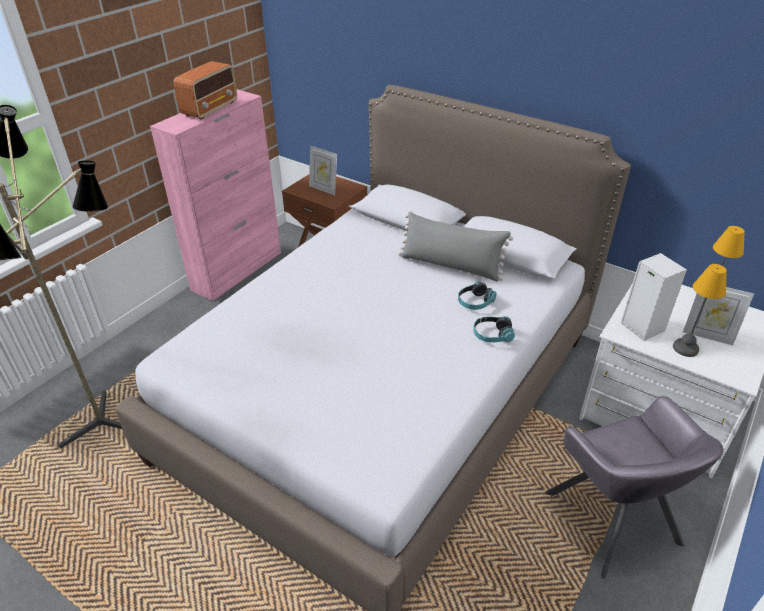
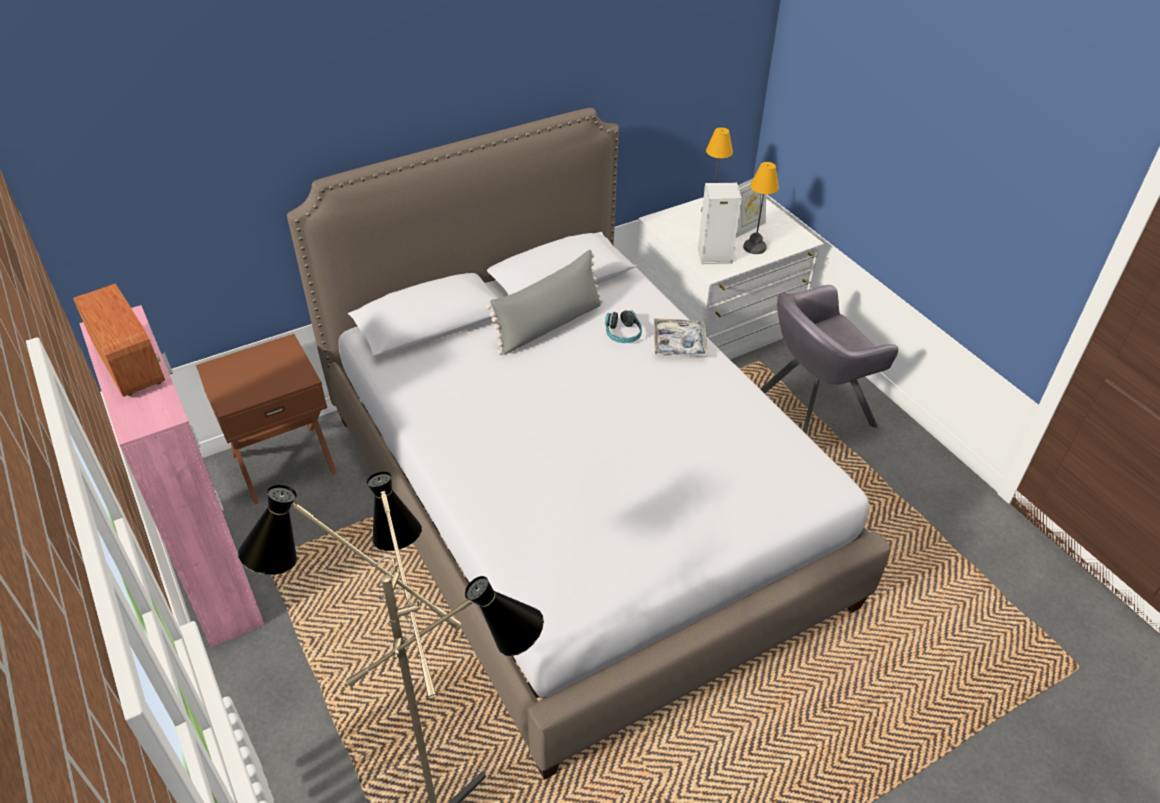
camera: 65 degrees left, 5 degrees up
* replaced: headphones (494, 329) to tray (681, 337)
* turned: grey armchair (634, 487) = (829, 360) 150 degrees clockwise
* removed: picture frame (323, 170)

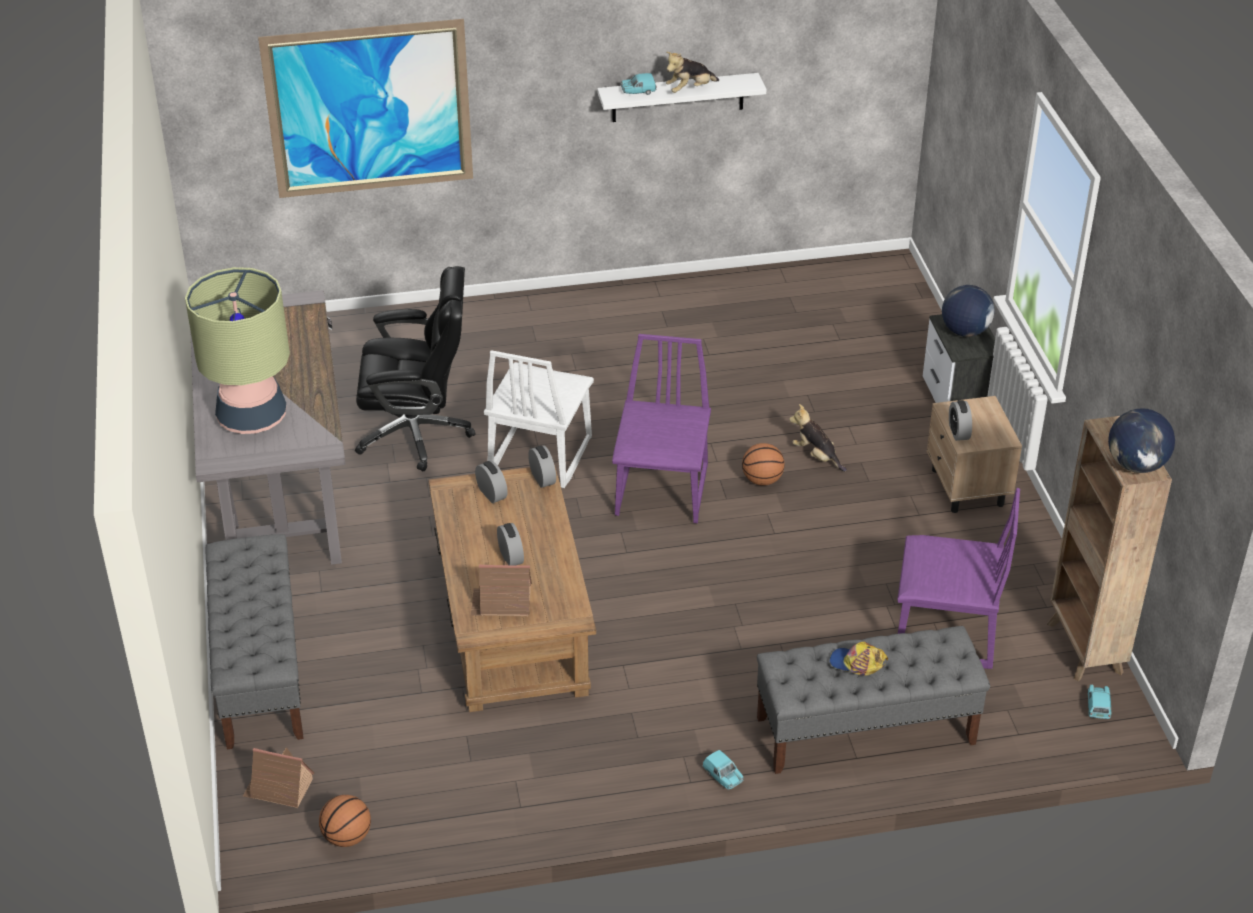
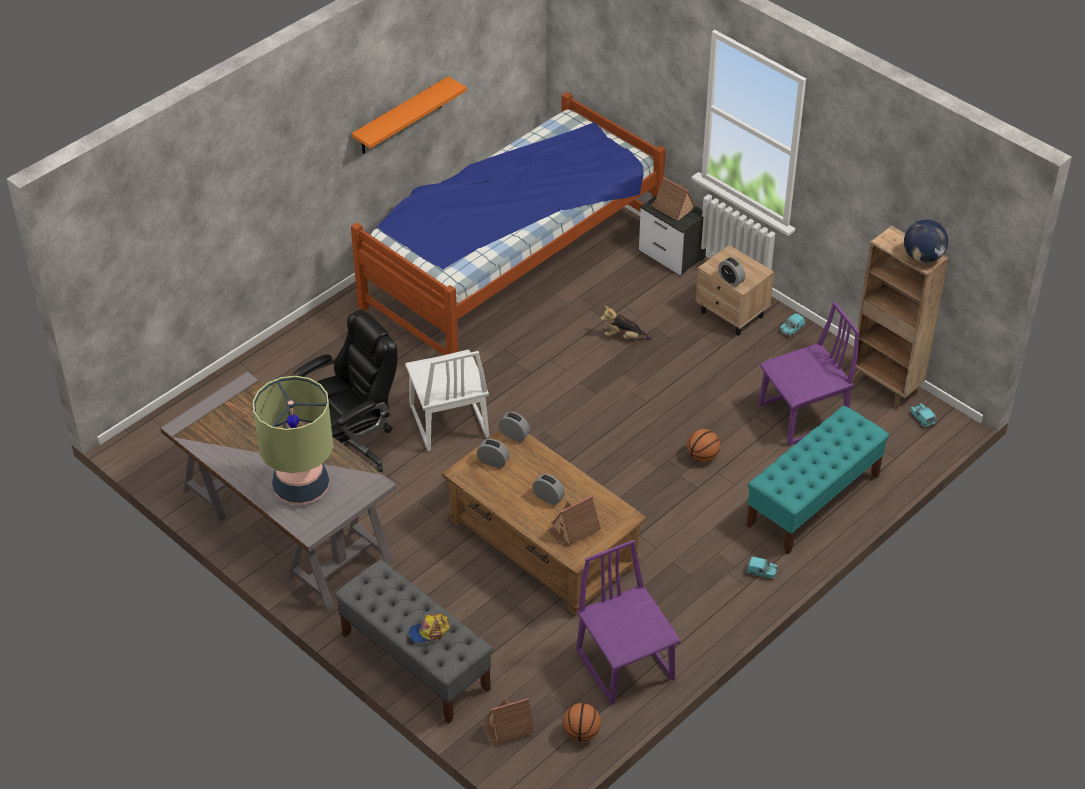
camera: 35 degrees left, 5 degrees up
* added: bed (508, 223)
* recoloured: white shelf (681, 97) to orange shelf (409, 115)
* moved: cap (859, 658) to (429, 628)
* moved: purple chair (661, 428) to (628, 622)
* replaced: globe (968, 311) to toy house (672, 199)
* moved: basketball (763, 464) to (703, 445)
* recoloured: grey bench (873, 700) to turquoise bench (818, 479)
* moved: turquoise toy car (638, 84) to (792, 324)
* removed: picture (365, 108)
* removed: plush toy (692, 72)

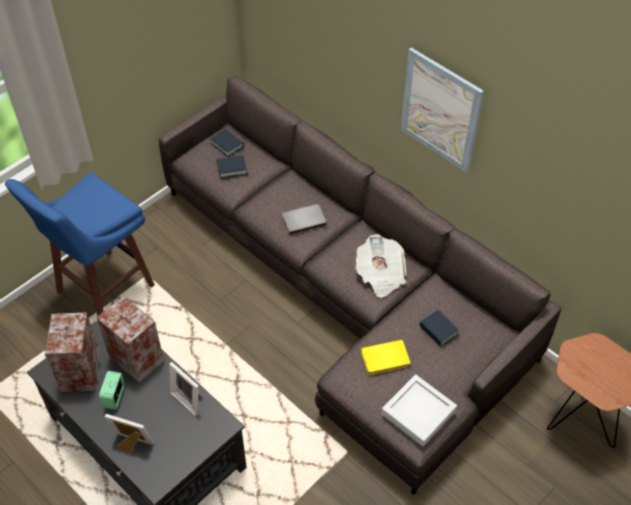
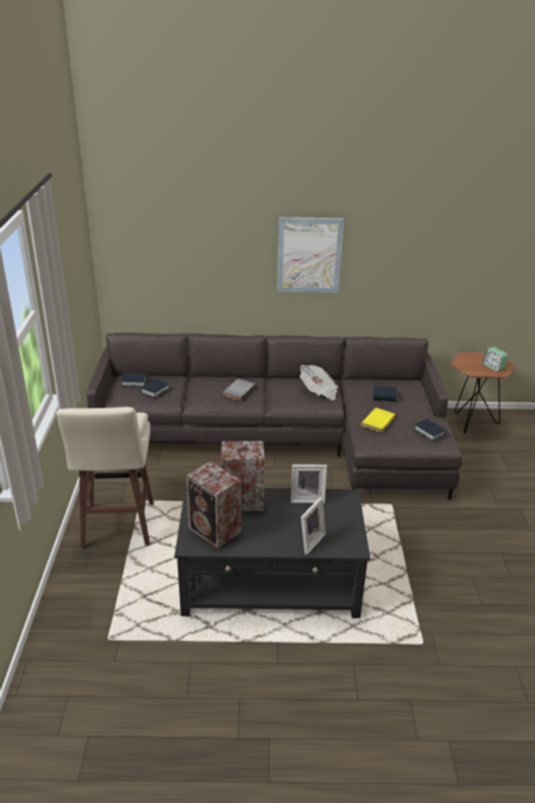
camera: 45 degrees left, 20 degrees down
* recoloured: blue stool (80, 244) to beige stool (105, 477)
* turned: picture frame (129, 433) = (313, 526) 150 degrees clockwise
* replaced: grey tray (419, 410) to book (430, 430)
* moved: alarm clock (111, 390) to (495, 359)

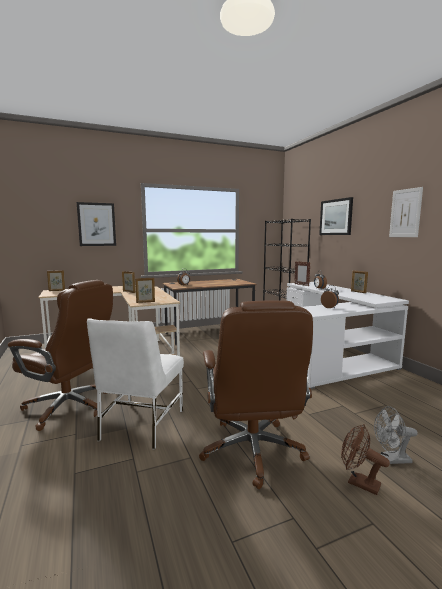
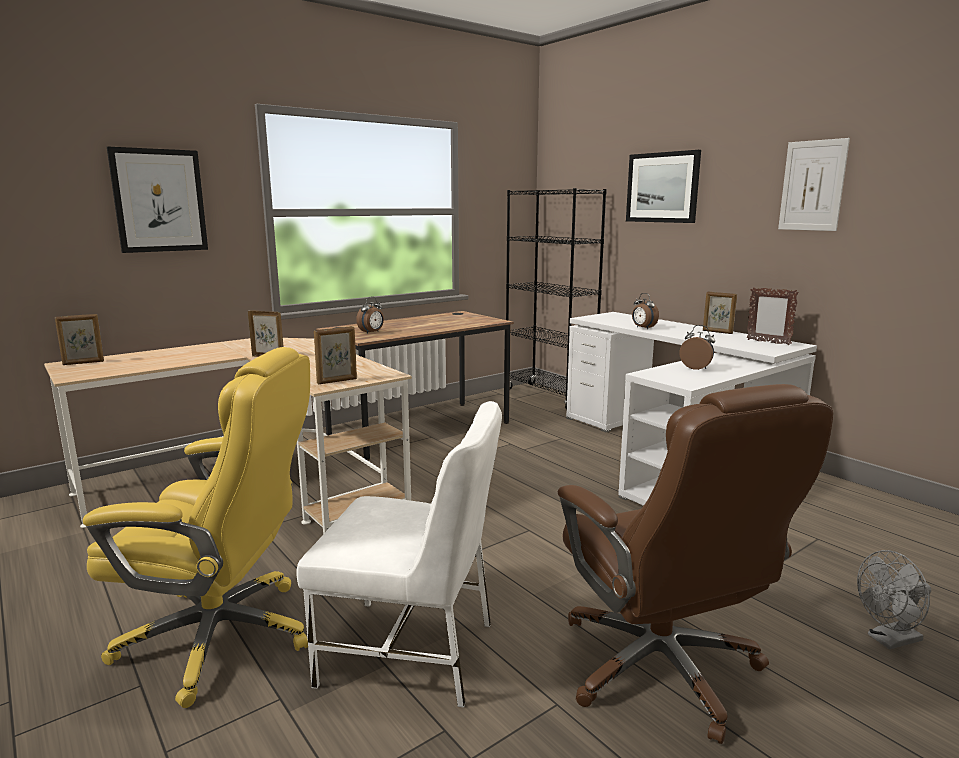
camera: 15 degrees left, 5 degrees up
* recoloured: brown office chair (60, 355) to yellow office chair (196, 527)
* turned: white chair (135, 384) = (399, 554) 75 degrees counterclockwise
* moved: picture frame (303, 274) to (772, 316)
* removed: brown fan (365, 459)

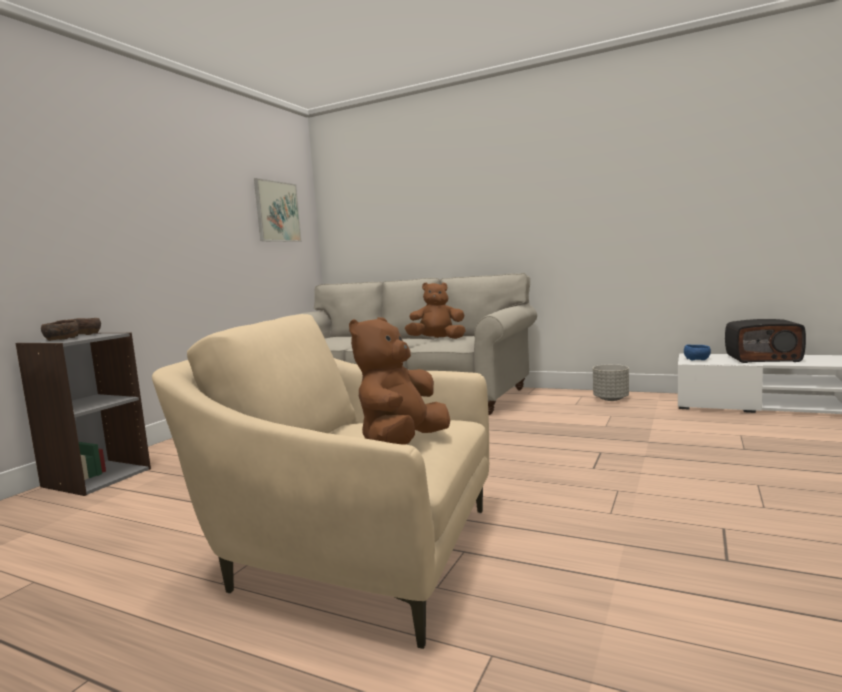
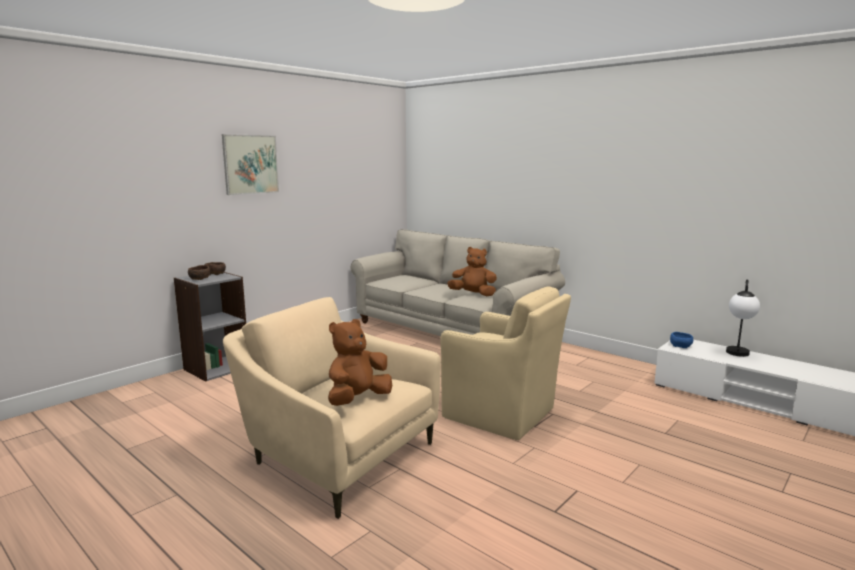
camera: 15 degrees right, 5 degrees up
* moved: picture (278, 210) to (250, 164)
* added: beige armchair (505, 363)
* replaced: radio (765, 341) to table lamp (743, 318)
* removed: grey planter (611, 382)

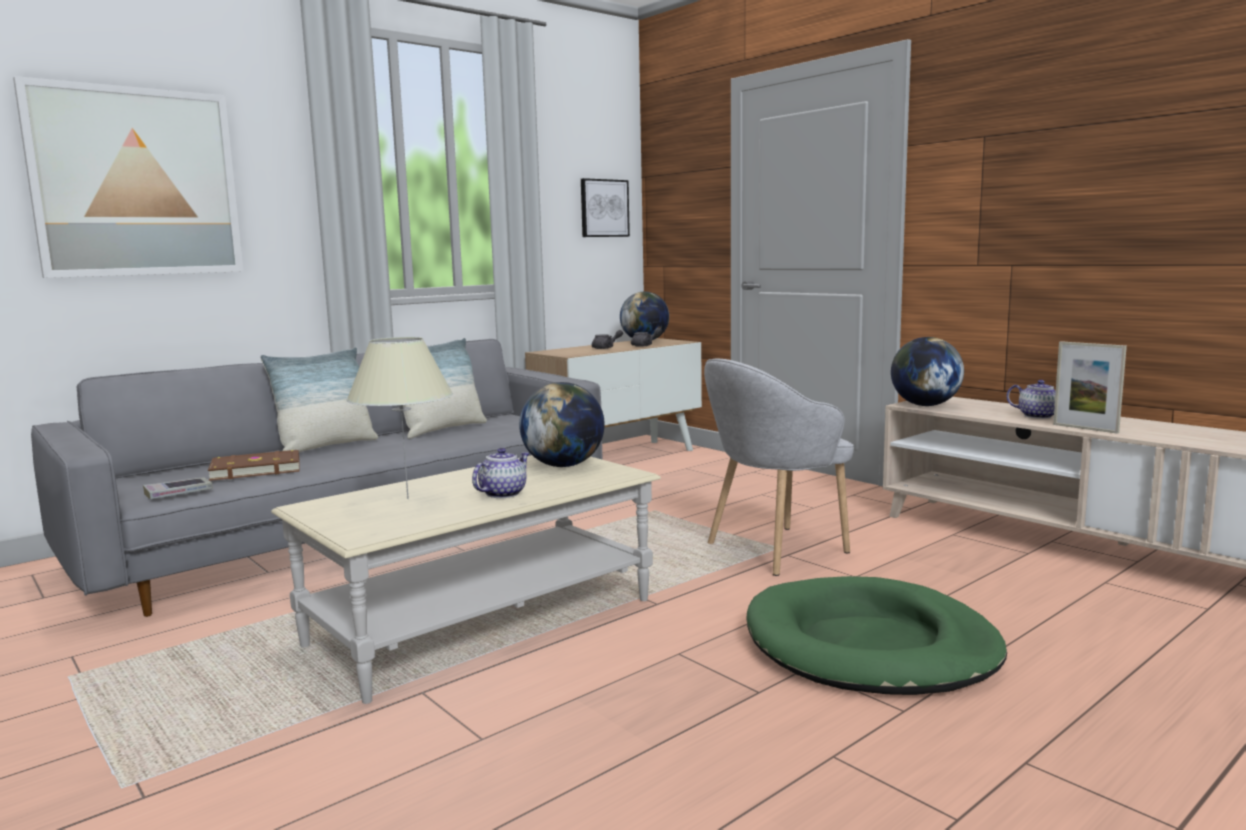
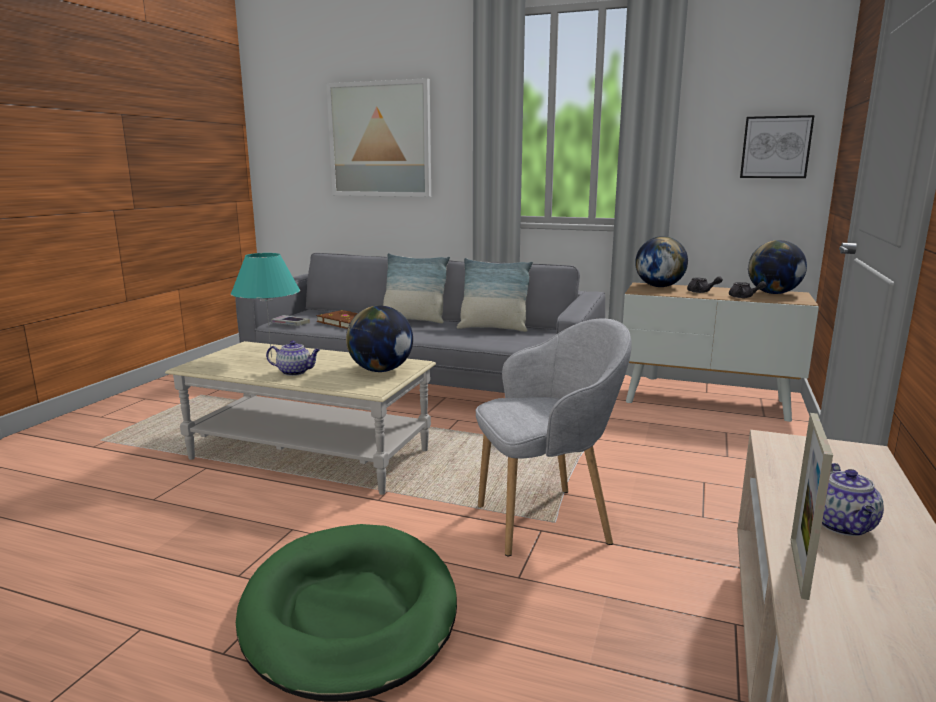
camera: 60 degrees right, 5 degrees up
* recoloured: beige table lamp (399, 418) to turquoise table lamp (265, 305)
* turned: grey armchair (779, 467) = (554, 437) 135 degrees clockwise
* moved: globe (927, 371) to (661, 261)

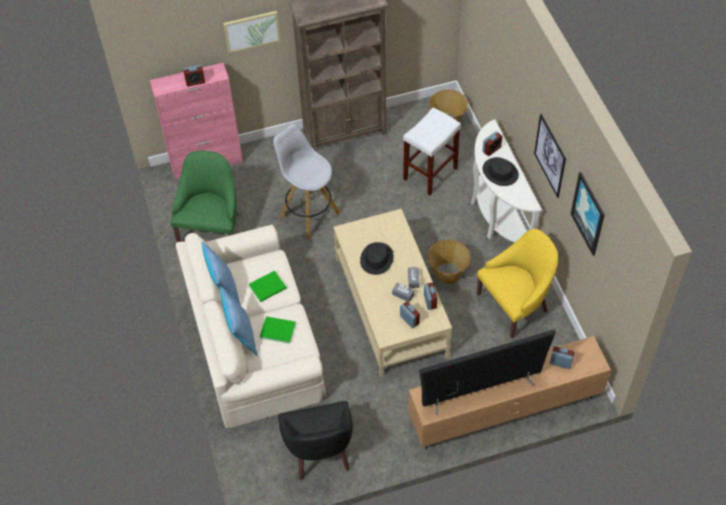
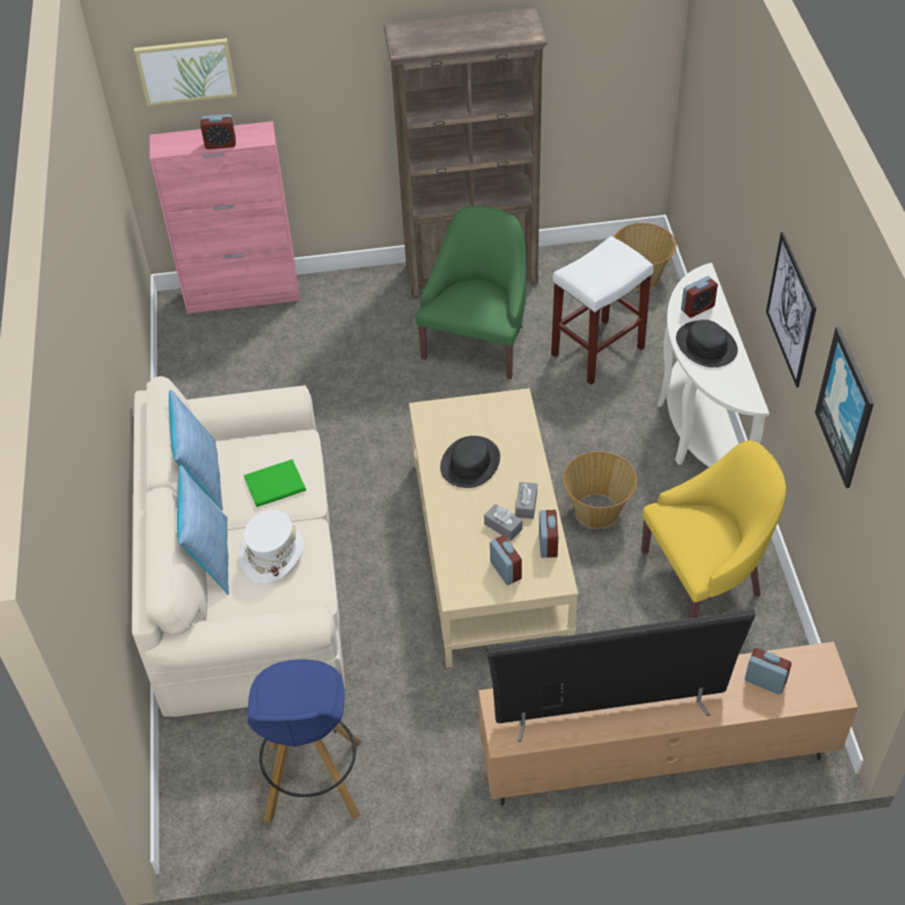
camera: 10 degrees right, 5 degrees down
* moved: picture (251, 32) to (185, 72)
* replaced: green book (278, 330) to white hat (272, 547)
* replaced: black armchair (315, 440) to blue stool (304, 741)
* moved: green armchair (204, 196) to (471, 292)
* removed: white stool (306, 181)

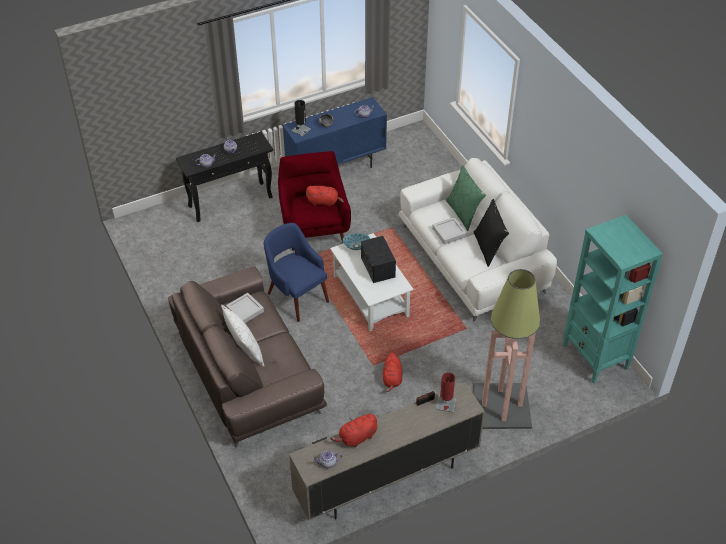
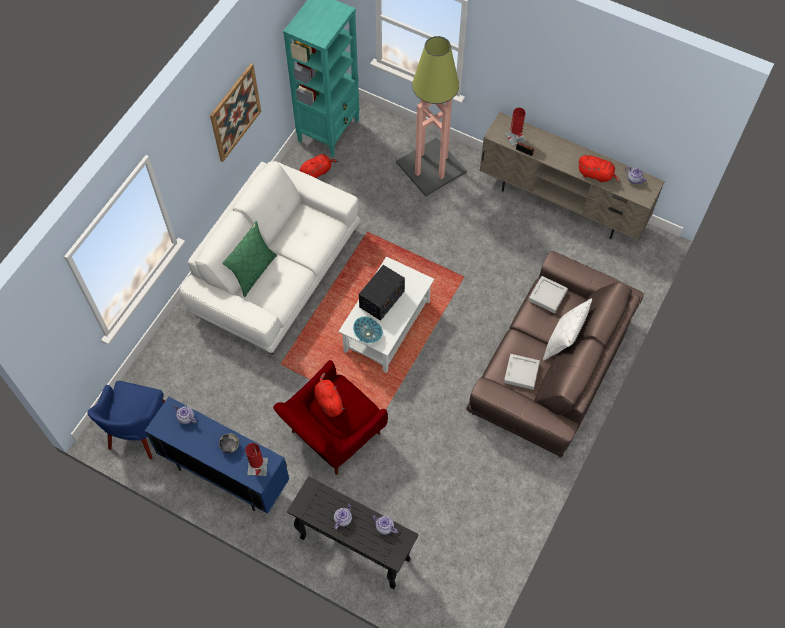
camera: 125 degrees left, 15 degrees up
* moved: blue armchair (296, 272) to (126, 420)
* added: picture (235, 112)
* recoloured: black table lamp (301, 118) to red table lamp (256, 459)
* moved: red plush toy (392, 372) to (319, 166)
* moved: grey tray (449, 230) to (548, 294)
* removed: black pillow (491, 233)

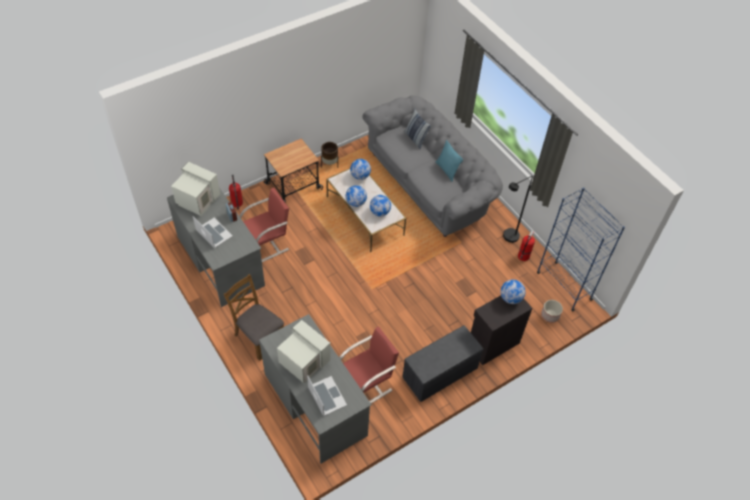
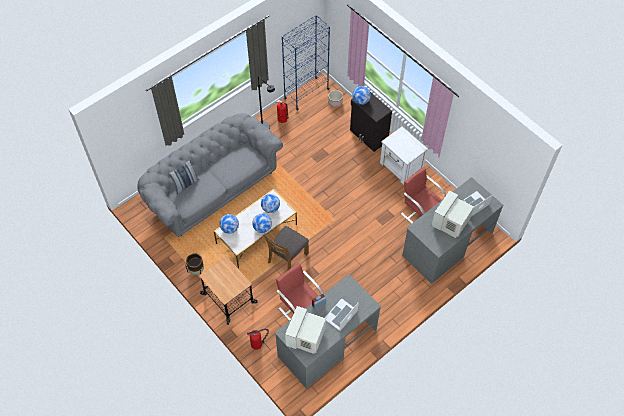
camera: 95 degrees left, 5 degrees up
* moved: brown chair (254, 317) to (286, 248)
* replaced: grey bench (442, 363) to white nightstand (404, 155)
* removed: turquoise pillow (449, 161)

